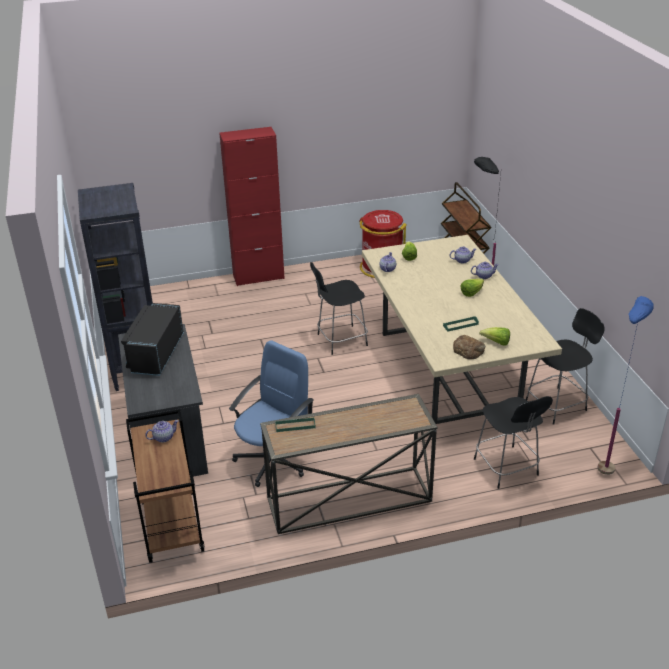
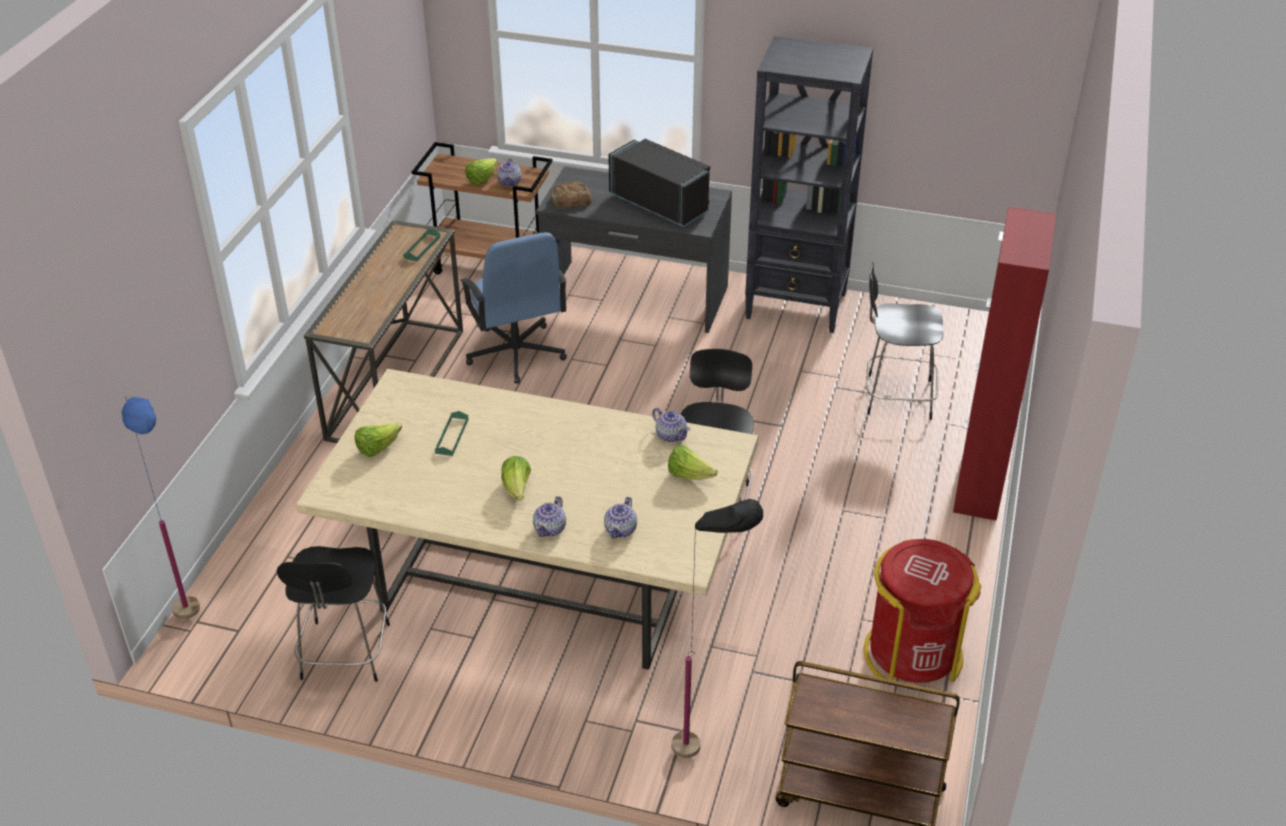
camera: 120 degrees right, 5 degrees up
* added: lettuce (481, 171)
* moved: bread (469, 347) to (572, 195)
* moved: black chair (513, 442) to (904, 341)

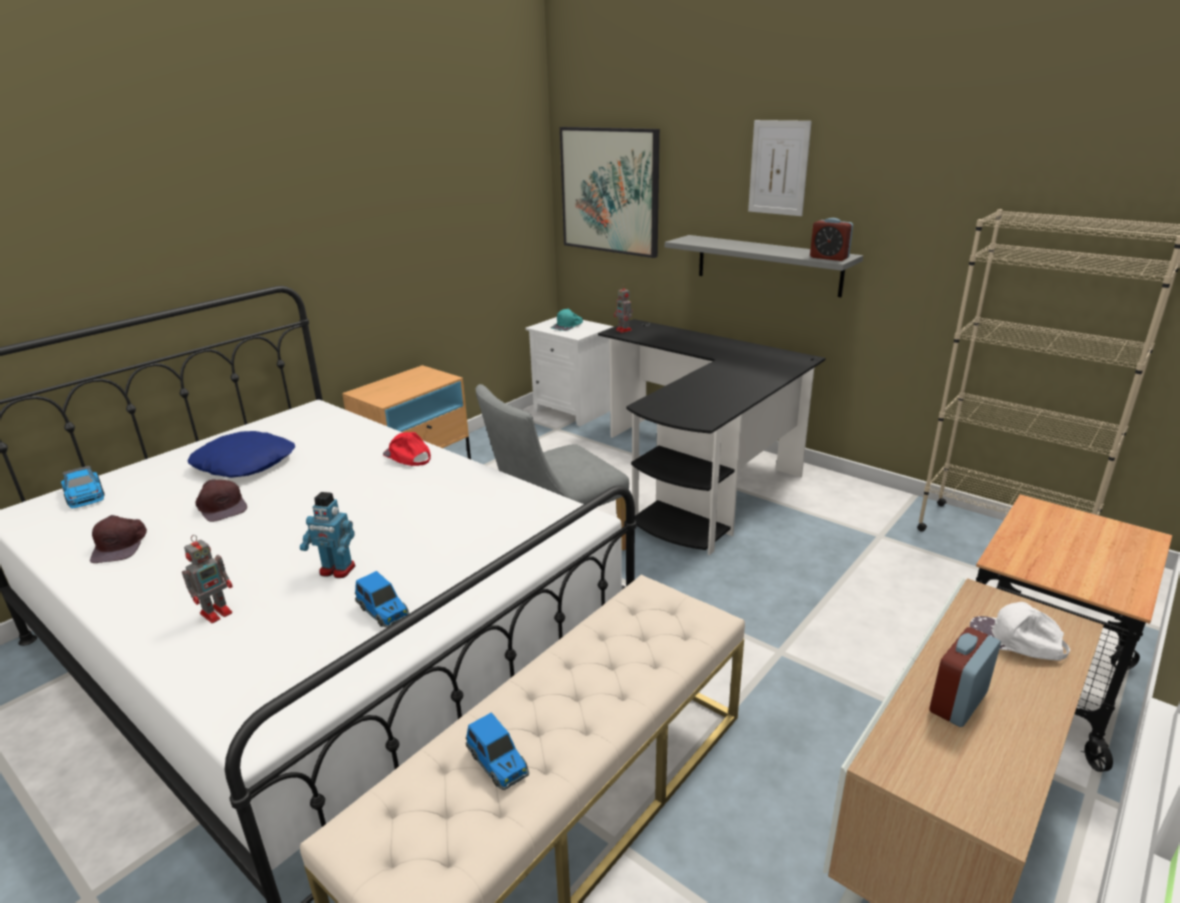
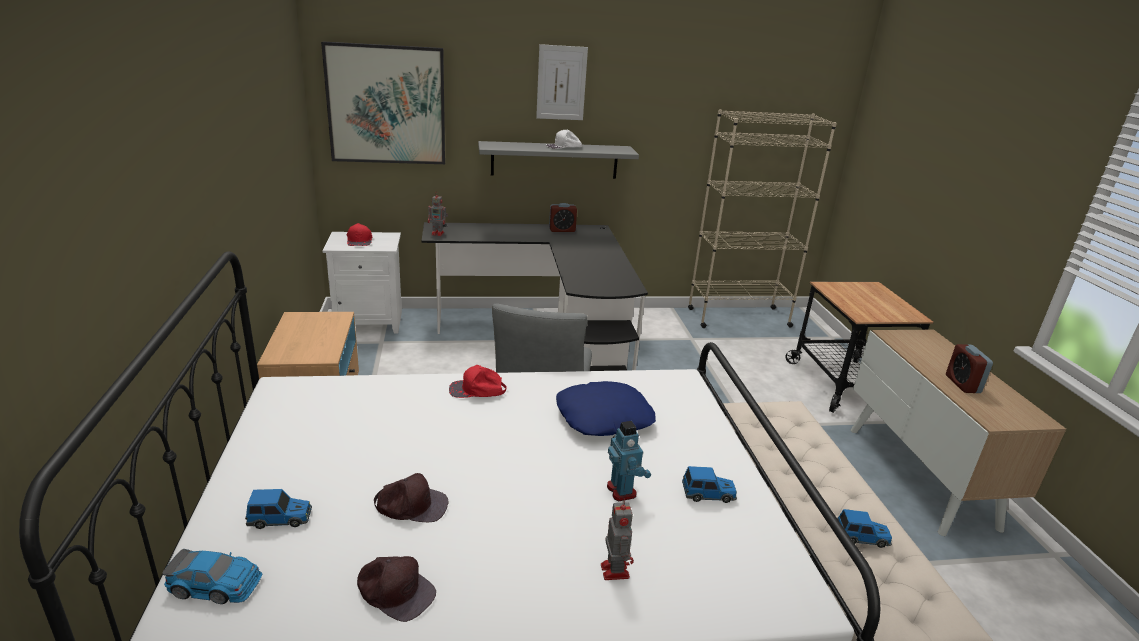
camera: 50 degrees left, 0 degrees up
* added: toy car (278, 509)
* recoloured: turquoise cap (567, 319) to red cap (359, 234)
* moved: white cap (1020, 631) to (564, 139)
* moved: alarm clock (831, 239) to (563, 217)
* moved: blue pillow (241, 454) to (606, 408)
* turned: toy robot (327, 535) = (629, 461) 75 degrees counterclockwise

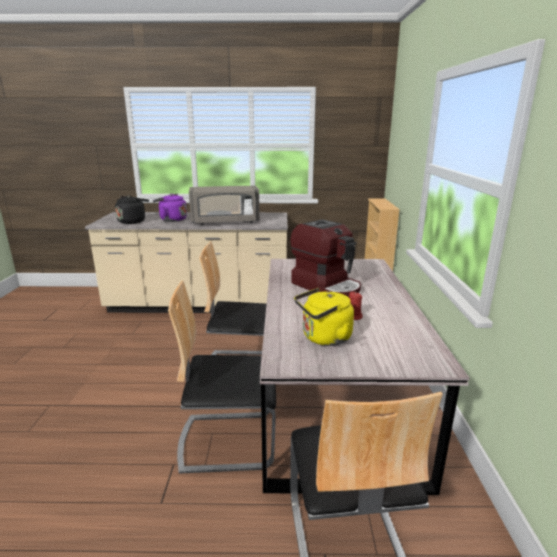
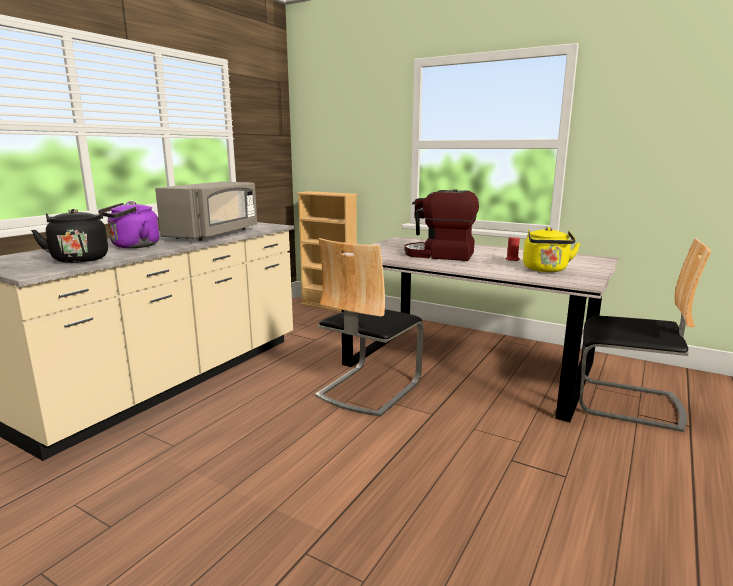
camera: 60 degrees left, 5 degrees down
* turned: coffee machine (325, 258) = (441, 225) 150 degrees counterclockwise
* removed: chair (222, 377)

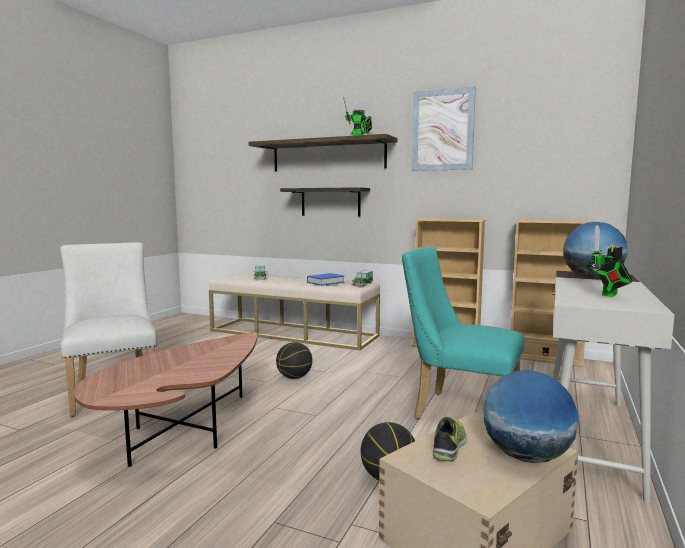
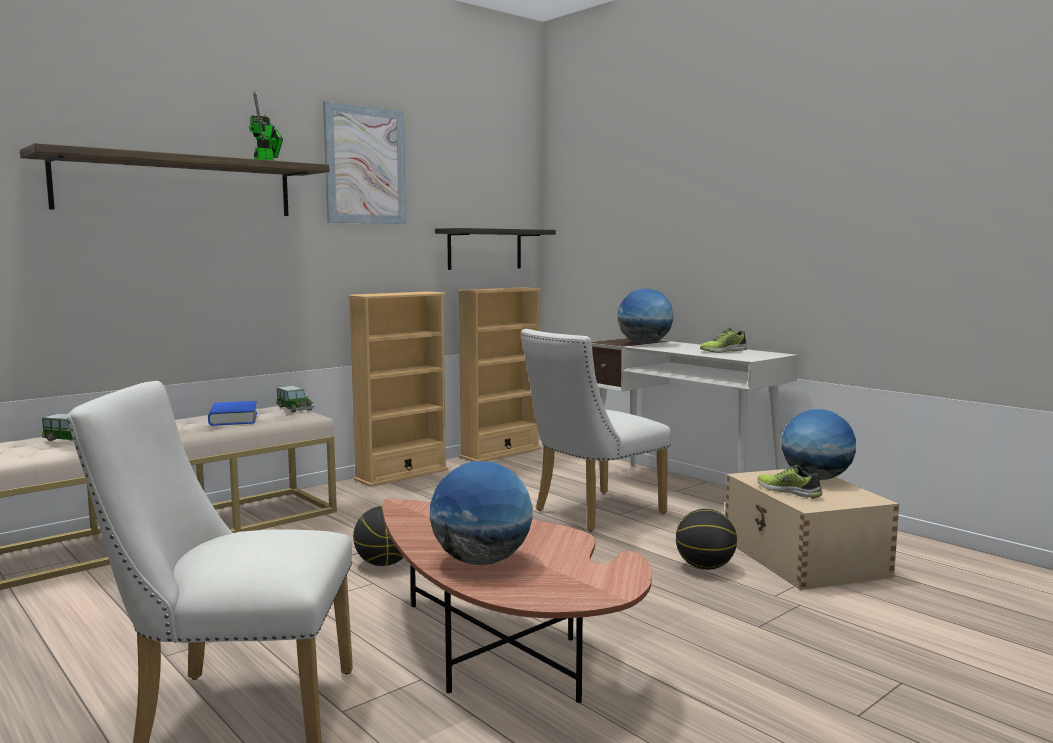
camera: 65 degrees left, 0 degrees up
* added: globe (481, 513)
* moved: shelf (325, 201) to (495, 249)
* recoloured: turquoise chair (463, 333) to white chair (595, 430)
* replaced: toy robot (611, 261) to shoe (723, 340)

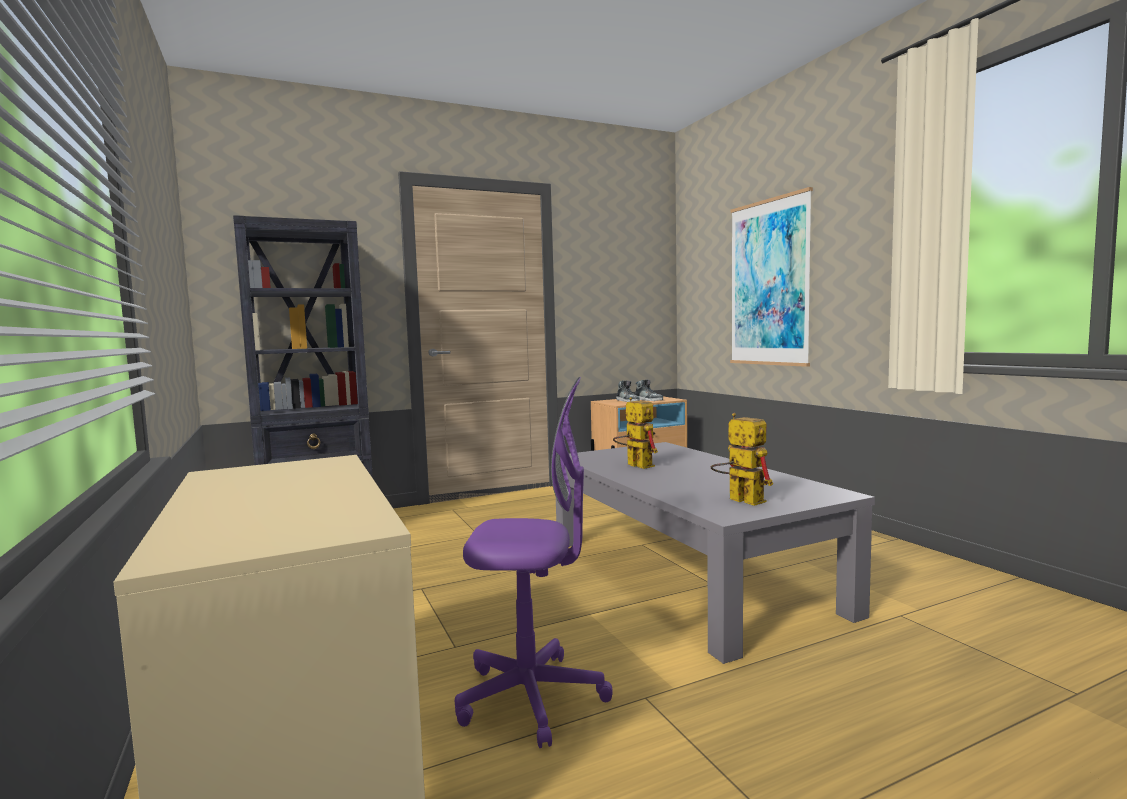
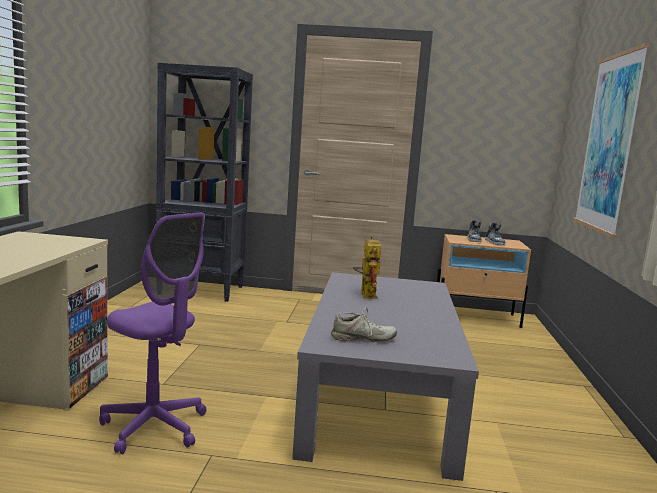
camera: 30 degrees right, 5 degrees up
* replaced: toy robot (742, 459) to beige shoe (364, 324)

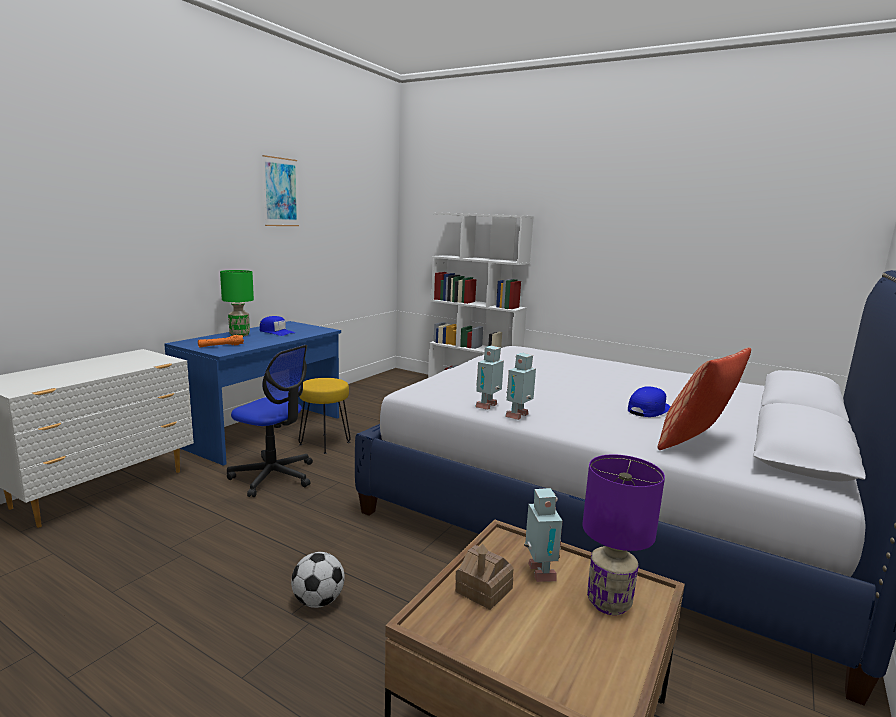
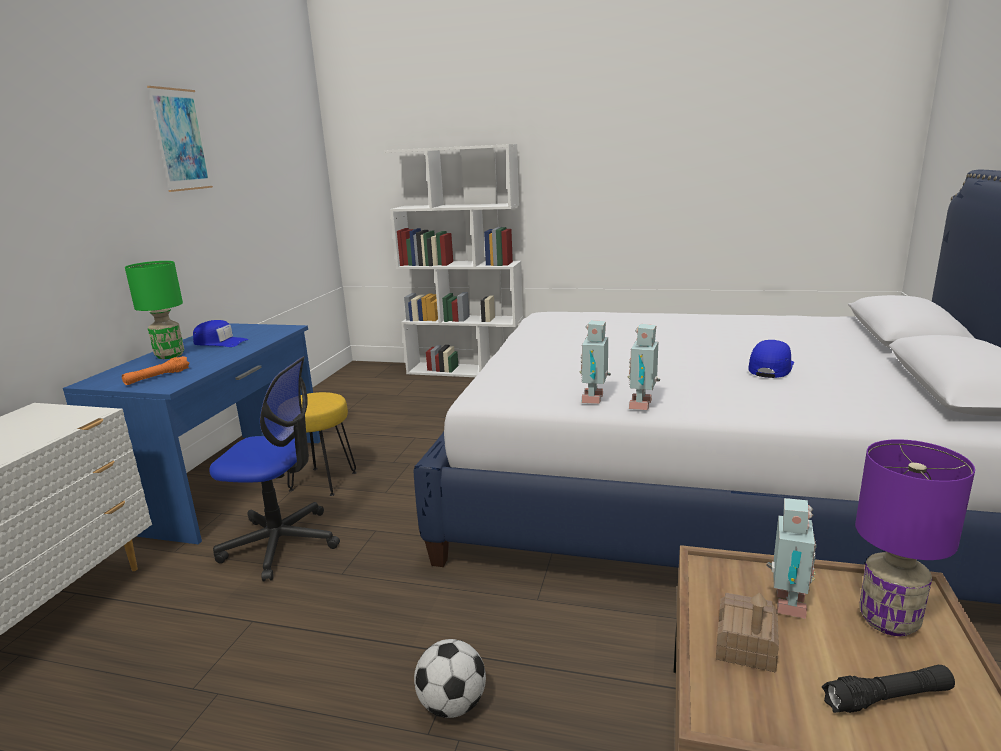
camera: 15 degrees left, 5 degrees up
* turned: toy robot (543, 535) = (792, 558) 45 degrees clockwise
* added: black flashlight (888, 689)
* removed: pillow (704, 398)

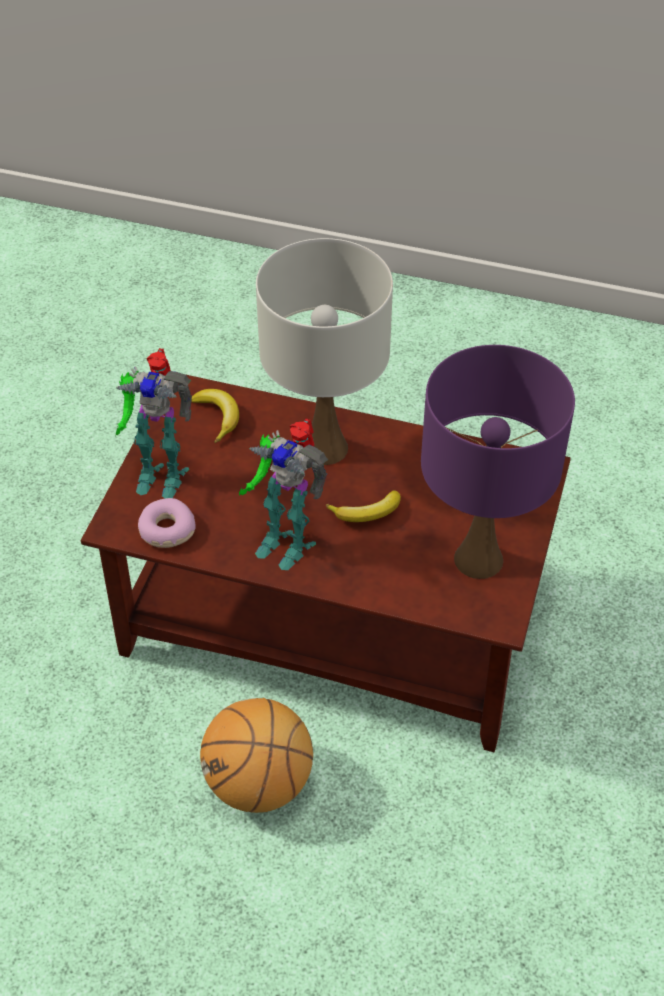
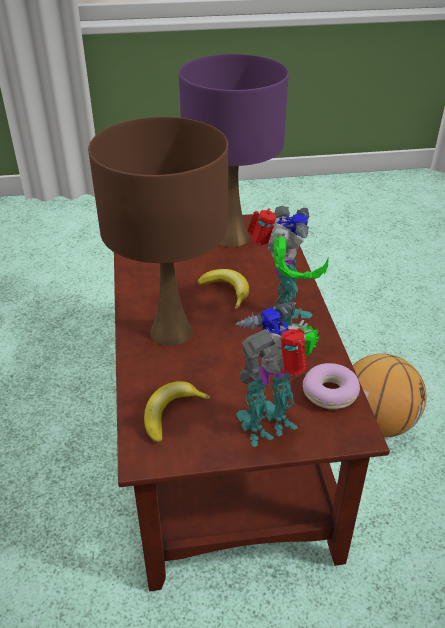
camera: 115 degrees left, 10 degrees down
* recoloured: white table lamp (324, 351) to brown table lamp (158, 231)
* turned: toy robot (154, 423) = (277, 374) 105 degrees counterclockwise

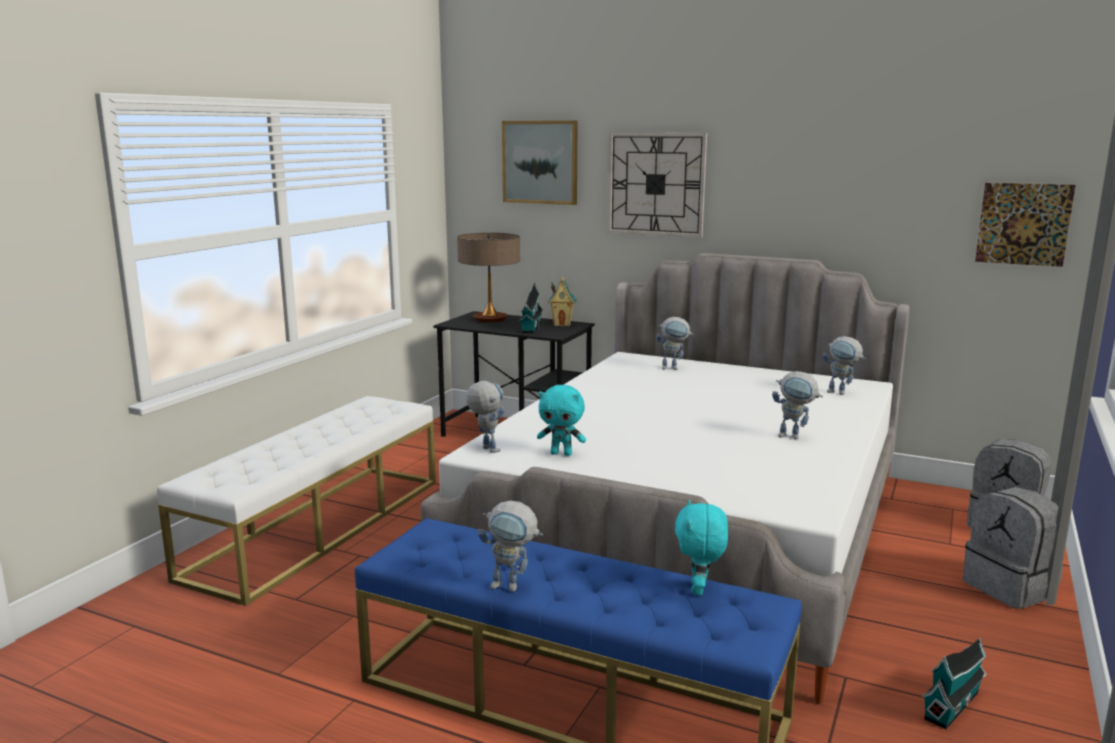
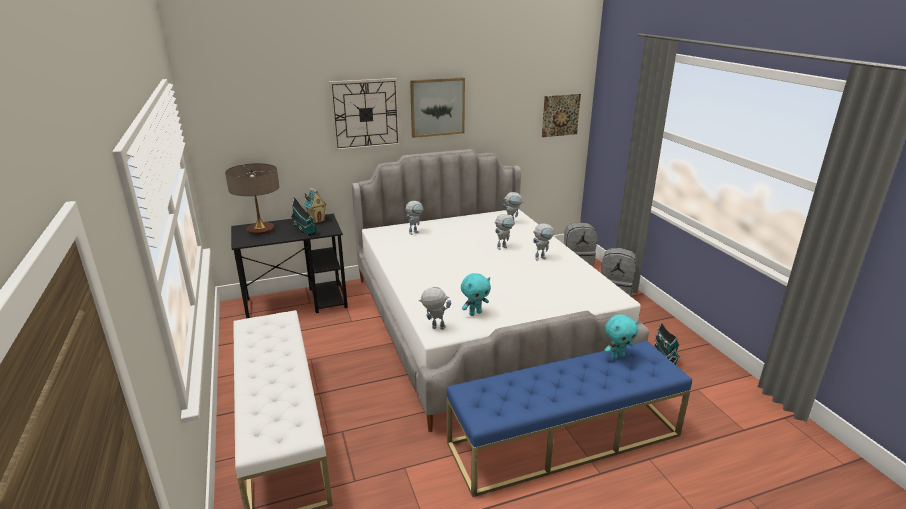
camera: 45 degrees left, 10 degrees up
* moved: picture (539, 162) to (437, 107)
* moved: toy robot (510, 546) to (504, 232)
* turned: turquoise plush toy (701, 547) = (622, 337) 75 degrees counterclockwise

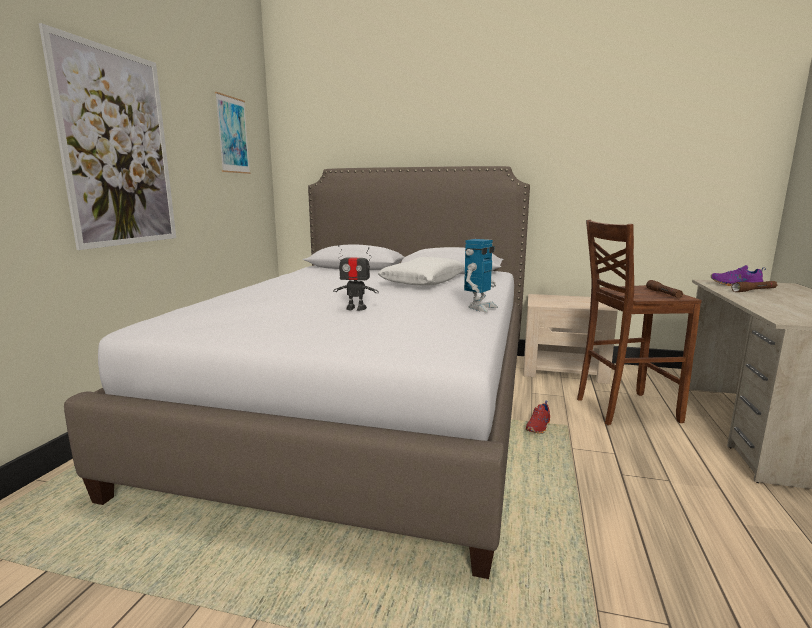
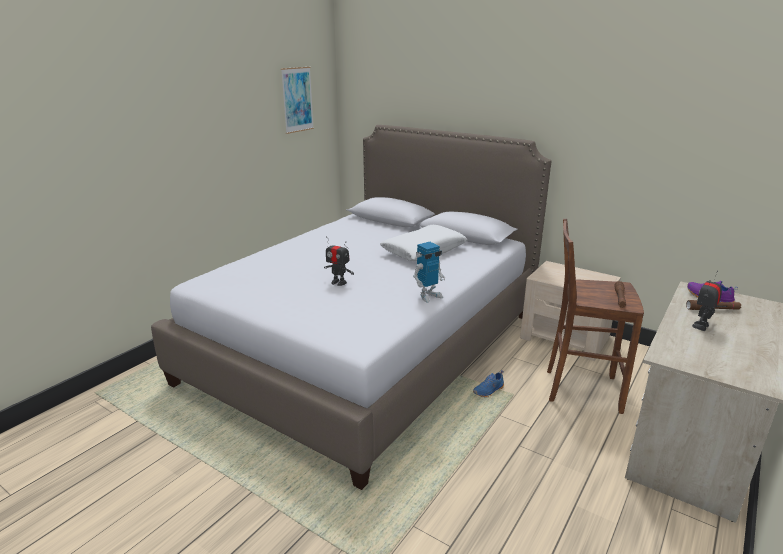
camera: 20 degrees right, 10 degrees up
* recoloured: red shoe (537, 417) to blue shoe (488, 384)
* added: toy robot (707, 300)
* removed: picture (107, 136)

